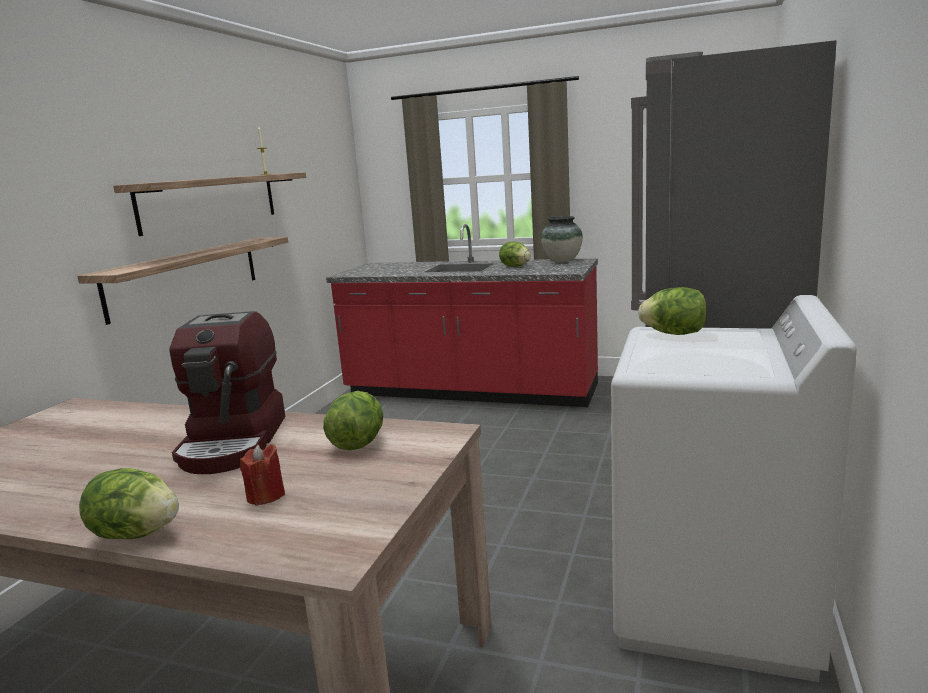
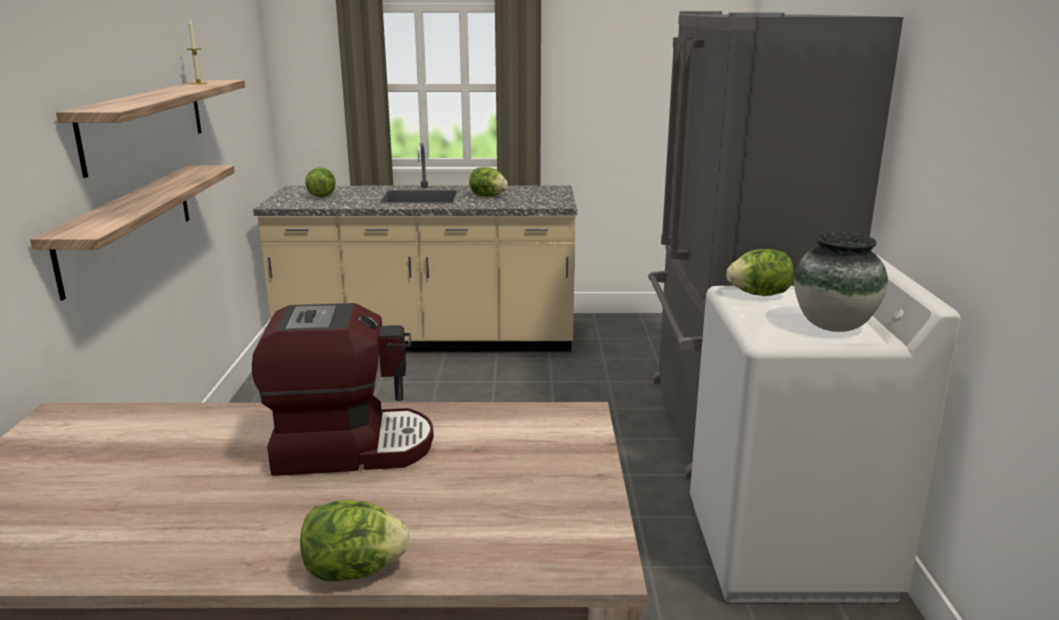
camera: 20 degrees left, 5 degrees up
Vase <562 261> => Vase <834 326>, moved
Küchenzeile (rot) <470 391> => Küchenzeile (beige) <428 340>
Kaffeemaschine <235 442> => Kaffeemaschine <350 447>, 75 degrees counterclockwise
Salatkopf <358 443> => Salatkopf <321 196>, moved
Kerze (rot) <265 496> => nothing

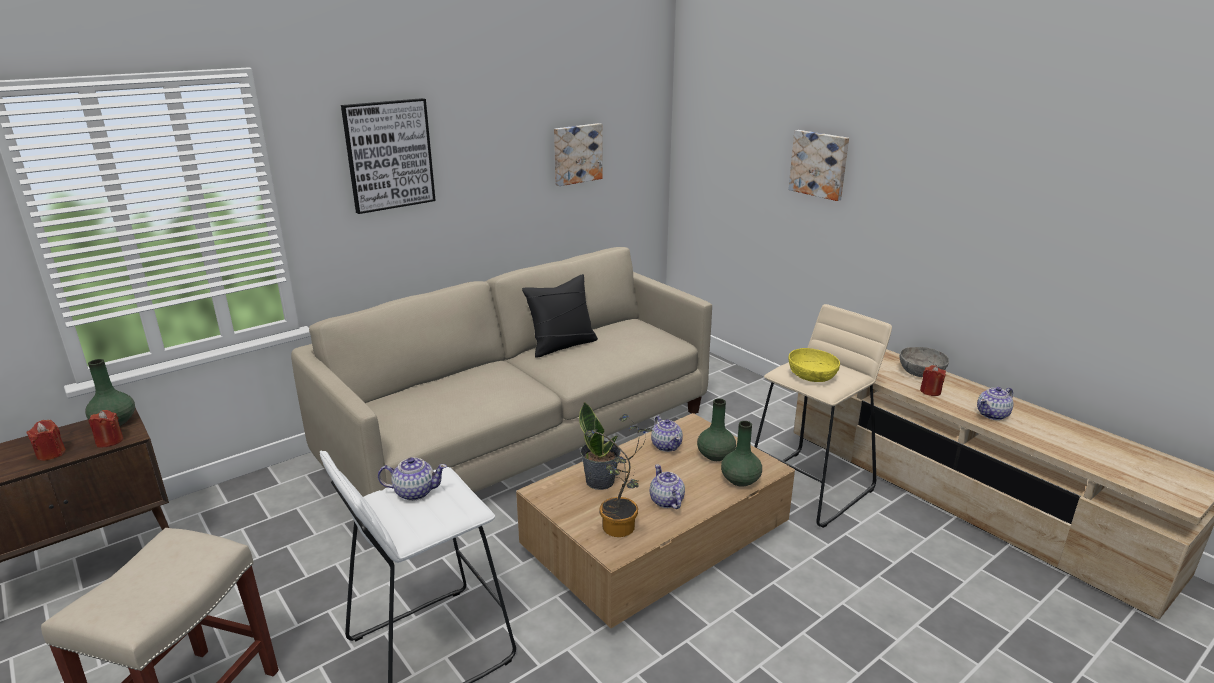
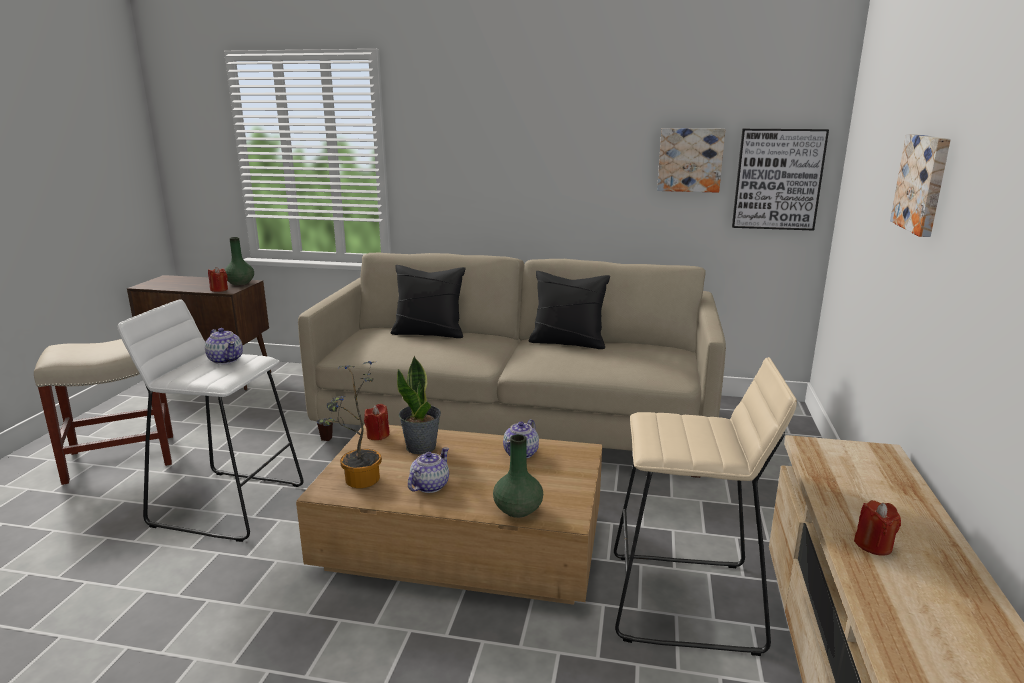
camera: 50 degrees right, 5 degrees down
Bild <389 155> => Bild <778 179>, moved
Schüssel (grau) <920 372> => nothing
Schüssel (gelb) <812 377> => nothing
Teekanne <993 415> => nothing
Vase (grün) <716 455> => nothing
Kerze (rot) <51 454> => Kerze (rot) <378 435>, moved
nothing => Kissen (schwarz) <429 333>

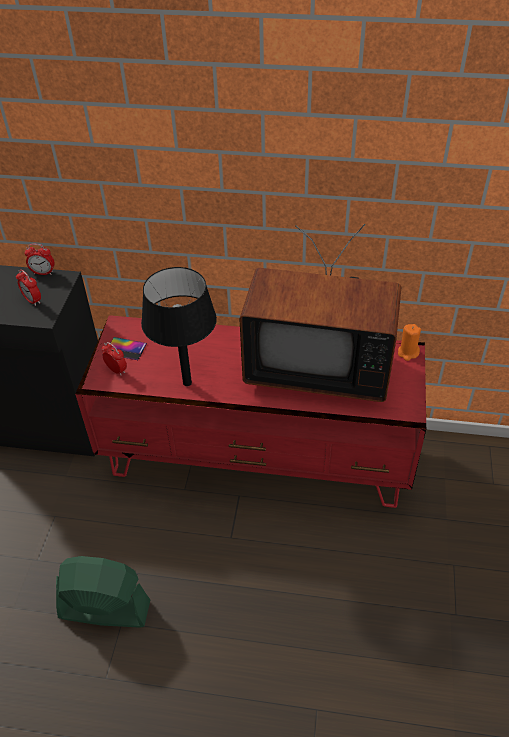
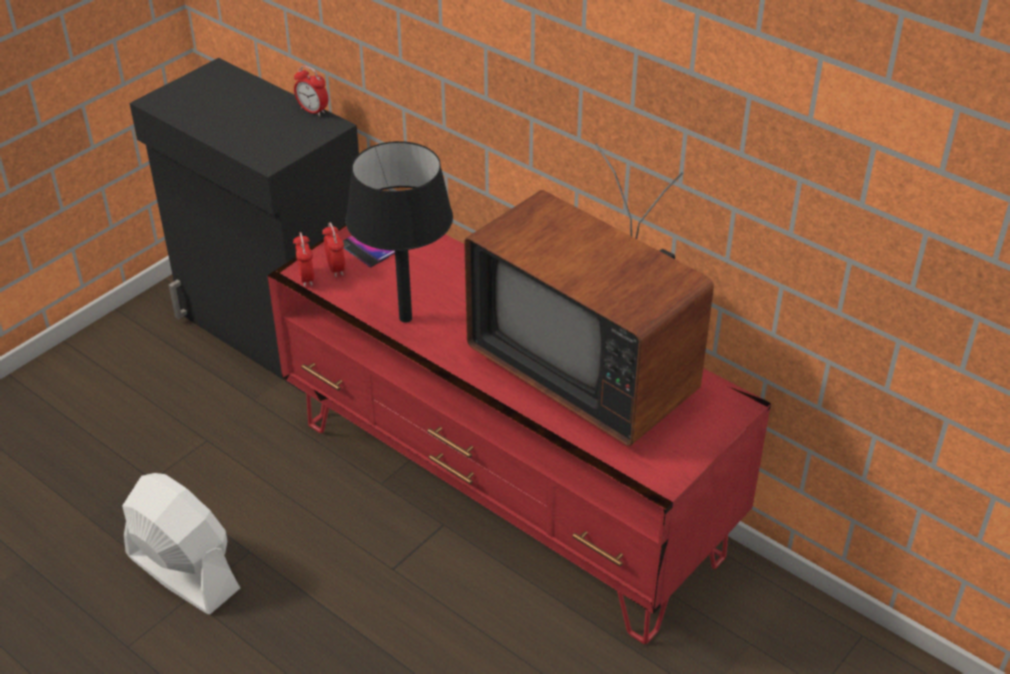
camera: 30 degrees right, 5 degrees down
Wecker <32 300> => Wecker <306 278>, moved
Kerze (orange) <408 353> => nothing
Ventilator (grün) <104 609> => Ventilator (weiß) <182 572>

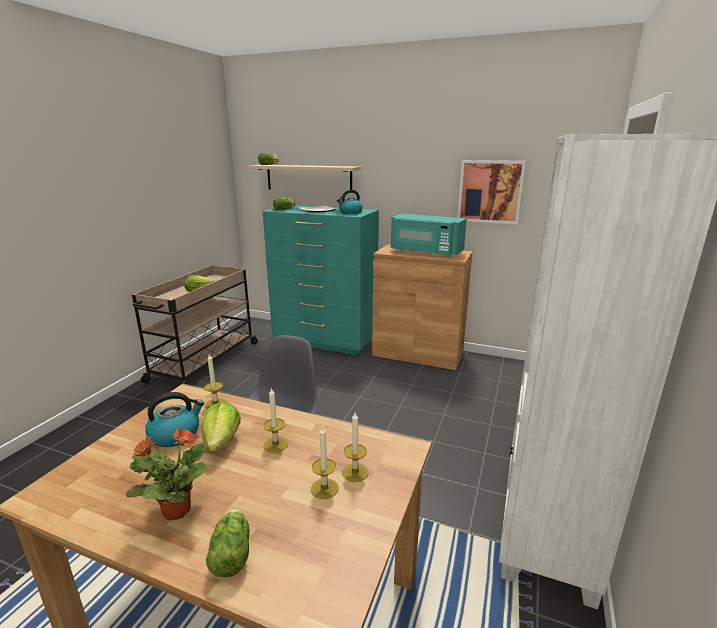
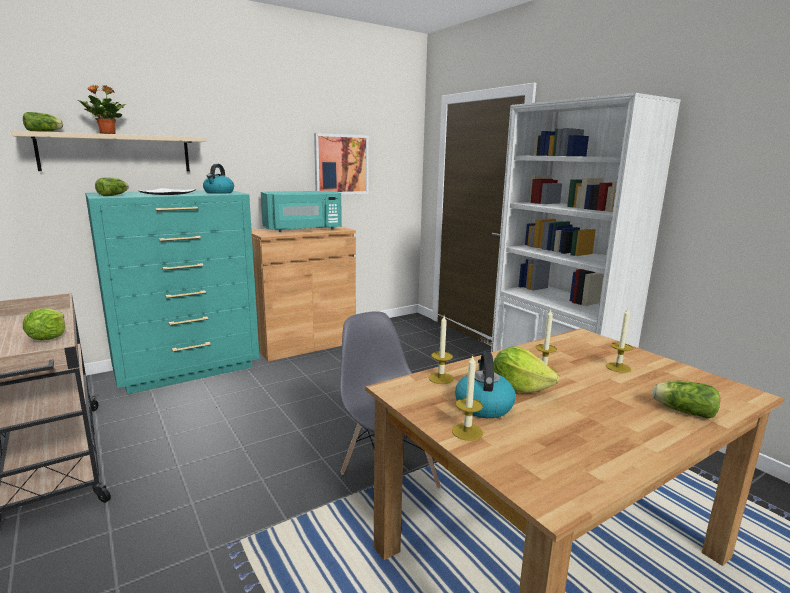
camera: 55 degrees left, 5 degrees down
Kerze <355 472> => Kerze <467 432>, moved
Topfpflanze <175 510> => Topfpflanze <107 133>, moved

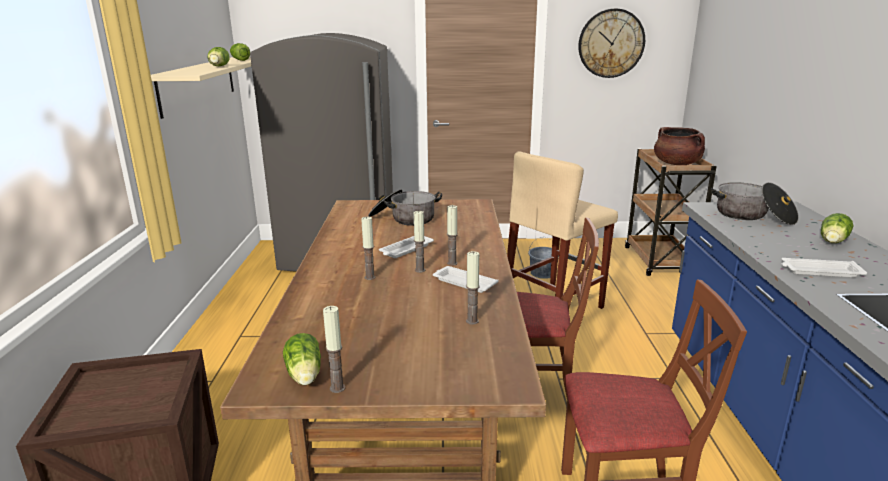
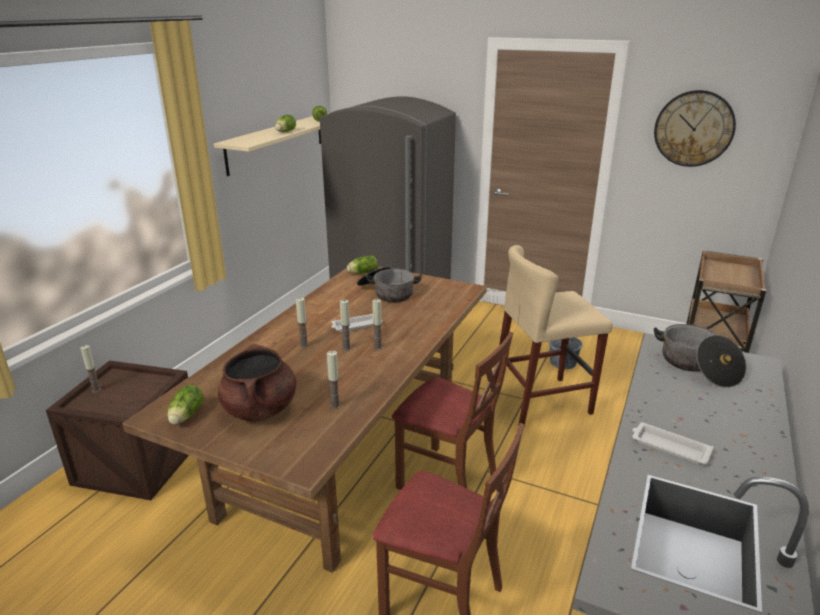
camera: 25 degrees right, 5 degrees up
Kochtopf (braun) <677 164> => Kochtopf (braun) <260 409>, moved
Salatkopf <832 241> => Salatkopf <362 273>, moved
Tablett (weiß) <463 282> => nothing
Kerze <337 388> => Kerze <96 390>, moved

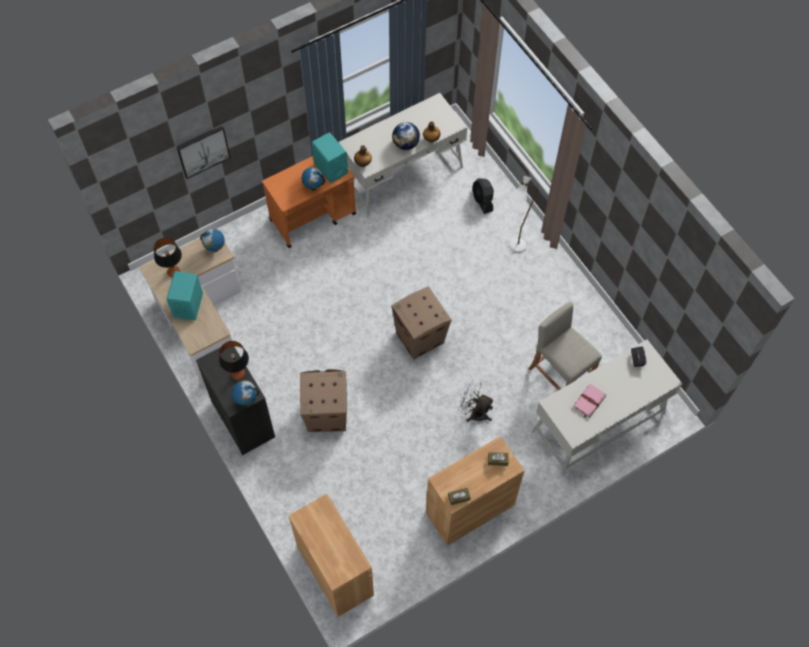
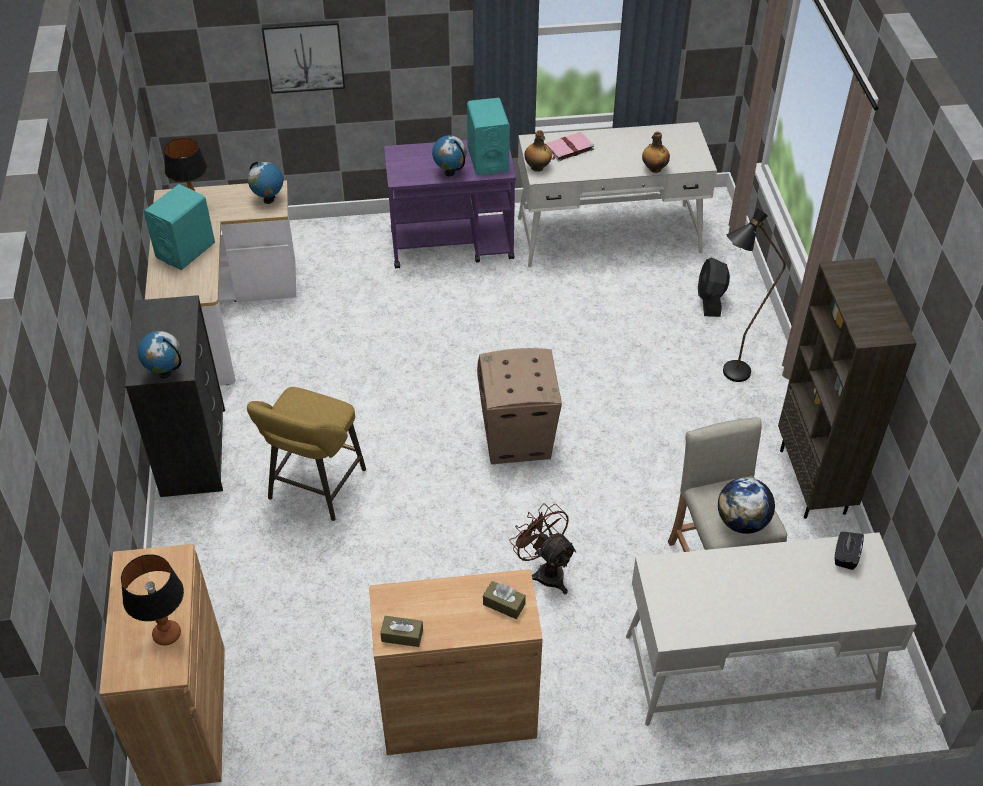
camera: 25 degrees right, 15 degrees down
Globus <405 144> => Globus <741 522>, moved
Rollwagen (orange) <313 216> => Rollwagen (lila) <452 244>
Stehlampe (weiß) <514 250> => Stehlampe (schwarz) <728 376>
Tischlampe <238 374> => Tischlampe <166 635>, moved
Karton <325 414> => Hocker (gelb) <314 488>
Ventilator (weiß) <474 412> => Ventilator (braun) <545 571>
Buch (rosa) <589 402> => Buch (rosa) <568 148>, moved
nothing => Bücherregal (braun) <814 482>

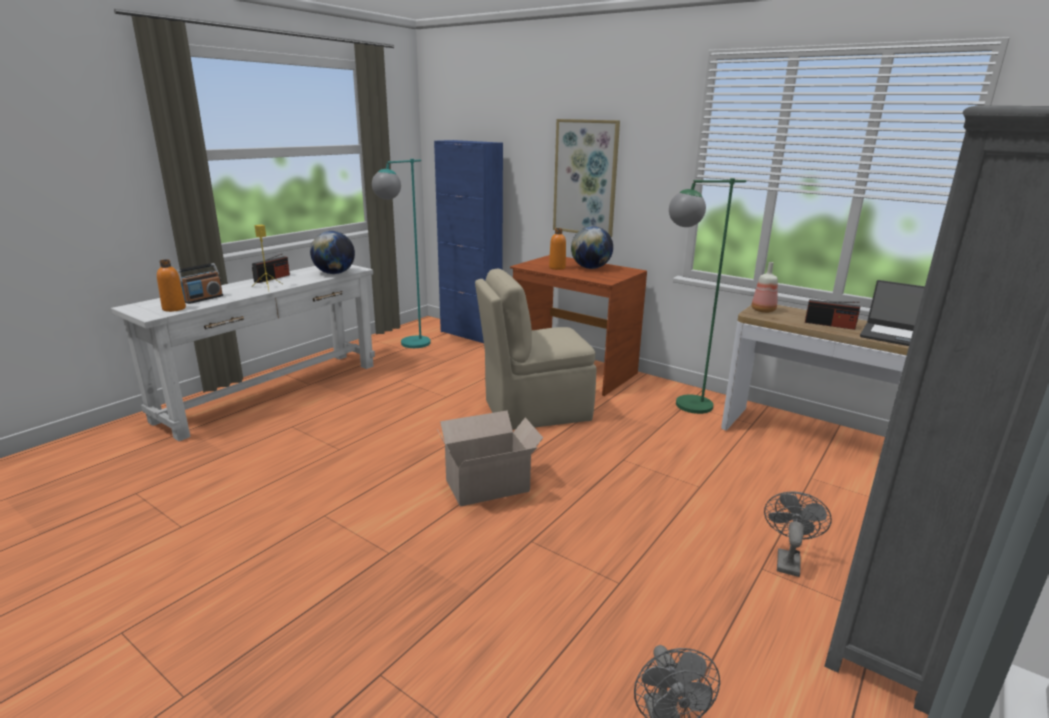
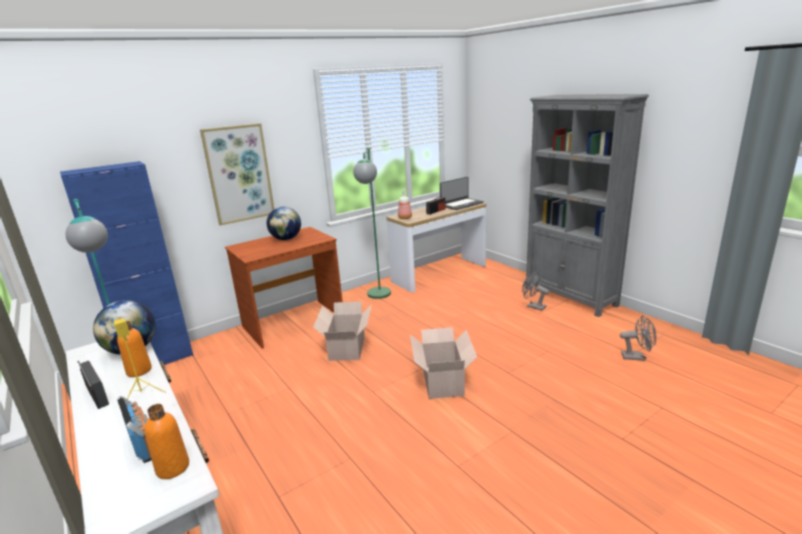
camera: 70 degrees left, 0 degrees up
Flasche (orange) <557 268> => Flasche (orange) <139 371>, moved
Stuhl (beige) <534 410> => Karton <346 348>

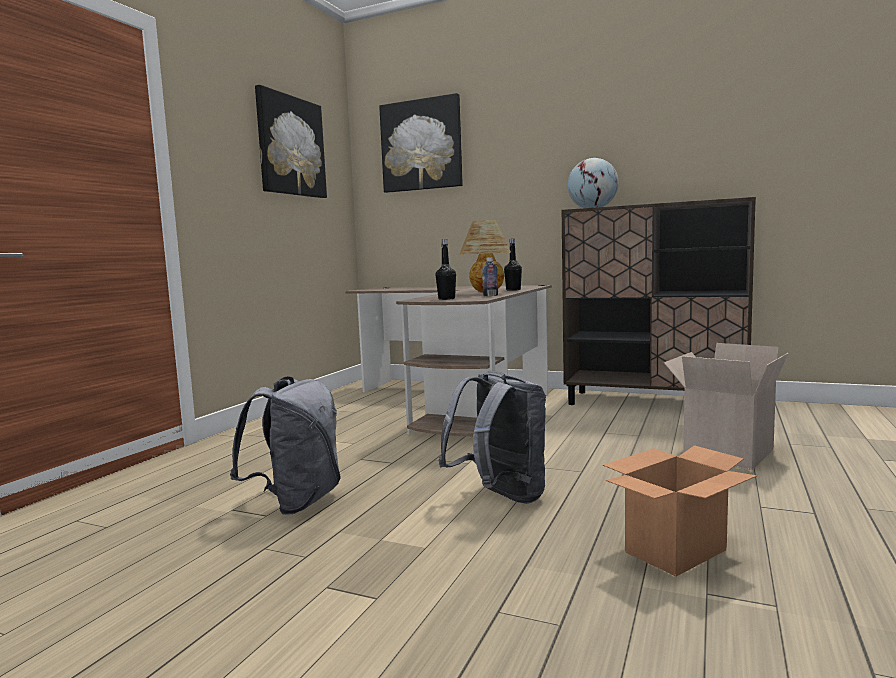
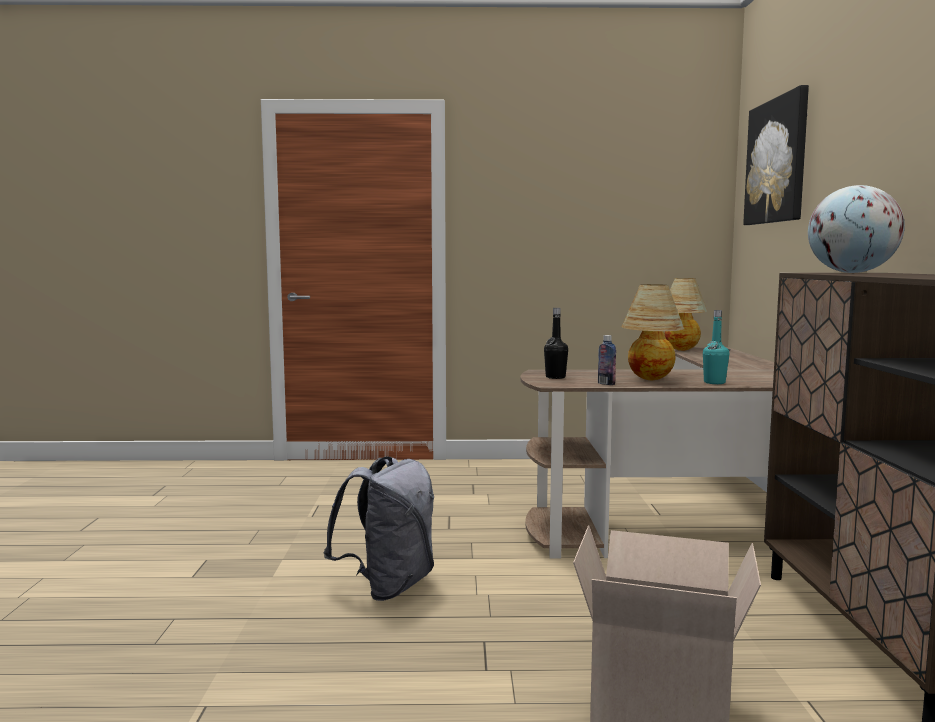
camera: 65 degrees right, 0 degrees up
Bild <290 146> => nothing
Flasche (schwarz) <513 290> => Flasche (türkis) <714 382>
Rucksack (grau) <297 502> => nothing
Karton <675 551> => nothing
nothing => Tischlampe <682 350>

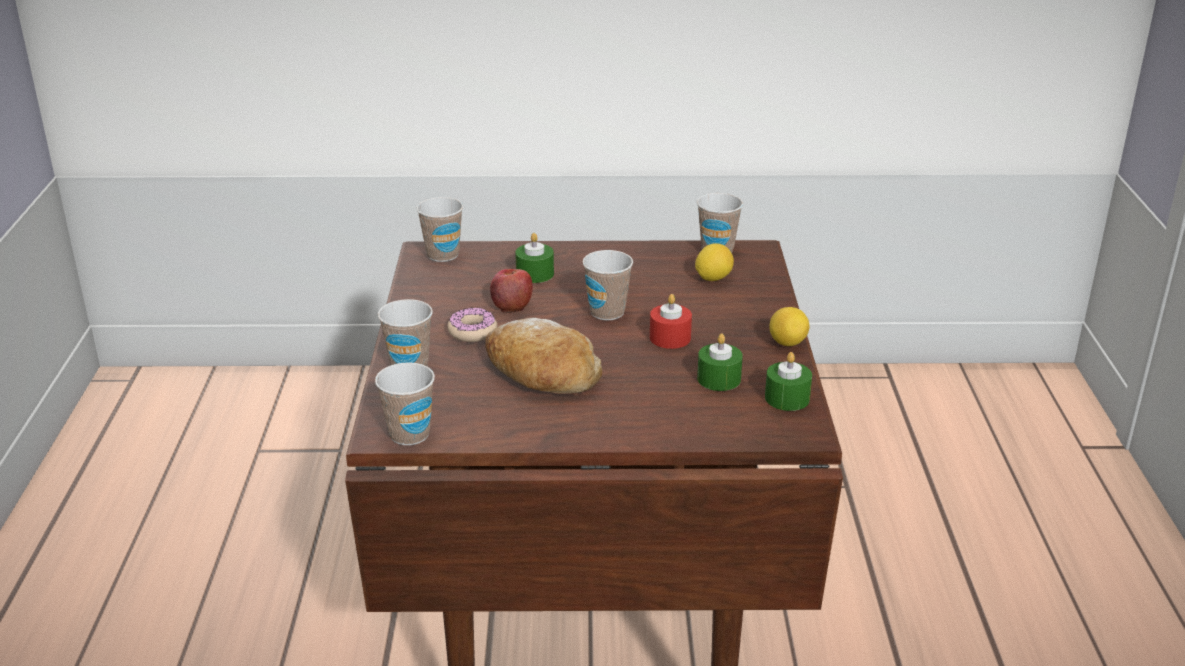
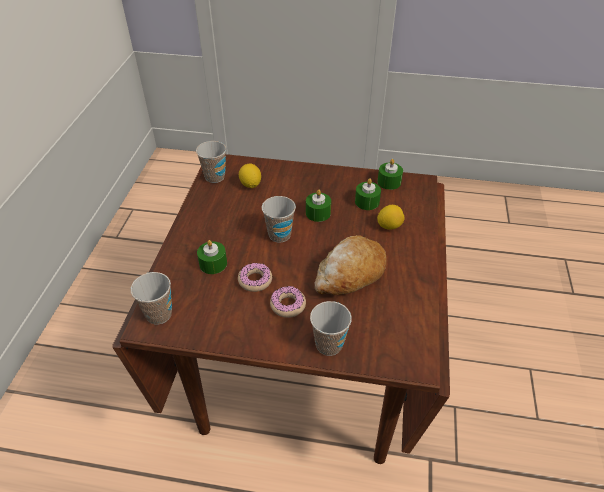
camera: 80 degrees left, 15 degrees up
Apfel <512 305> => Donut <255 280>
Kerze (rot) <670 338> => Kerze (grün) <318 213>
Zitrone <787 343> => Zitrone <389 226>, moved
Tasse <409 434> => nothing

